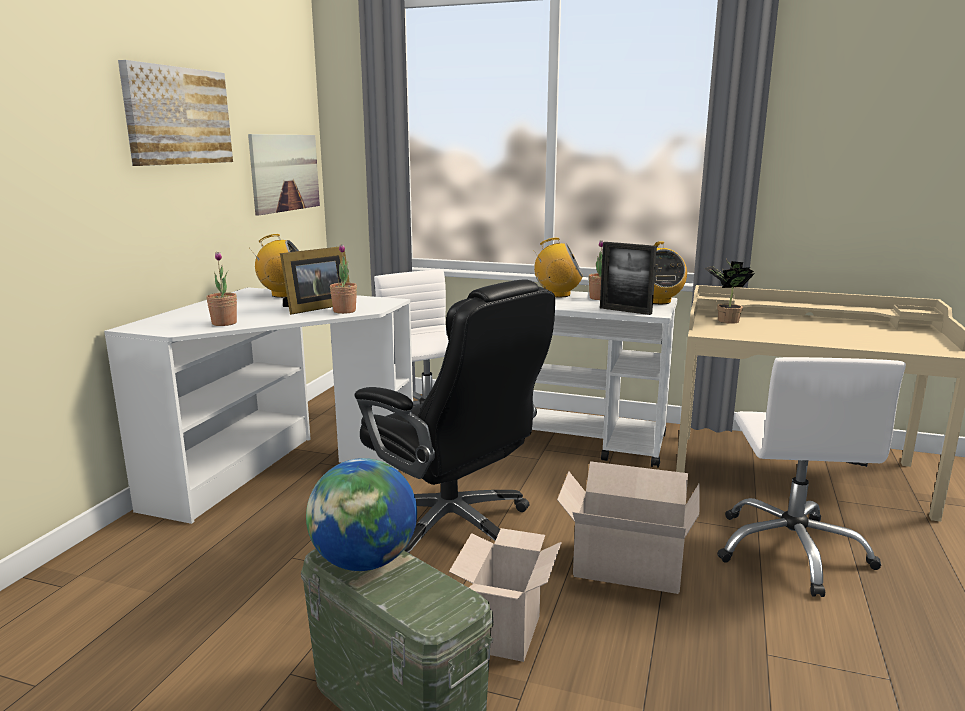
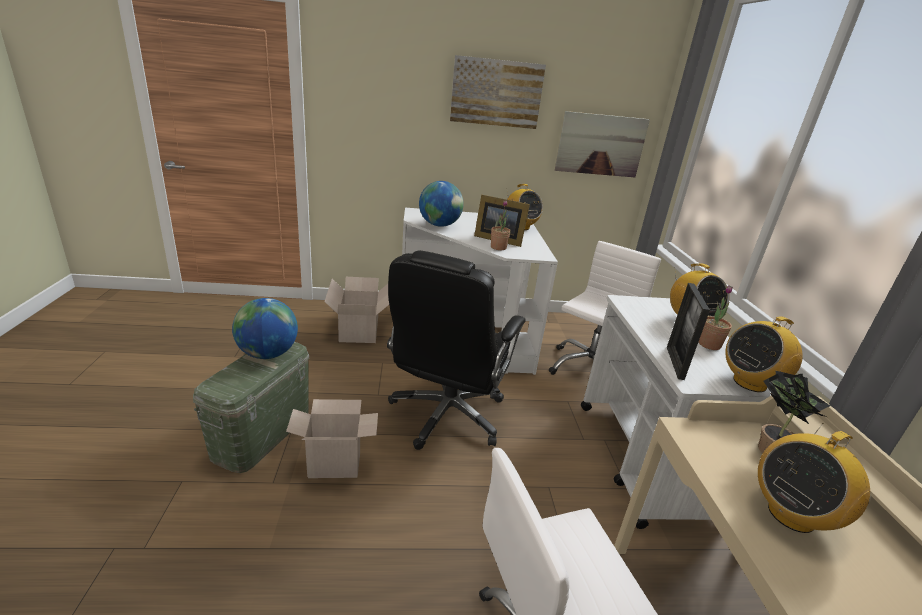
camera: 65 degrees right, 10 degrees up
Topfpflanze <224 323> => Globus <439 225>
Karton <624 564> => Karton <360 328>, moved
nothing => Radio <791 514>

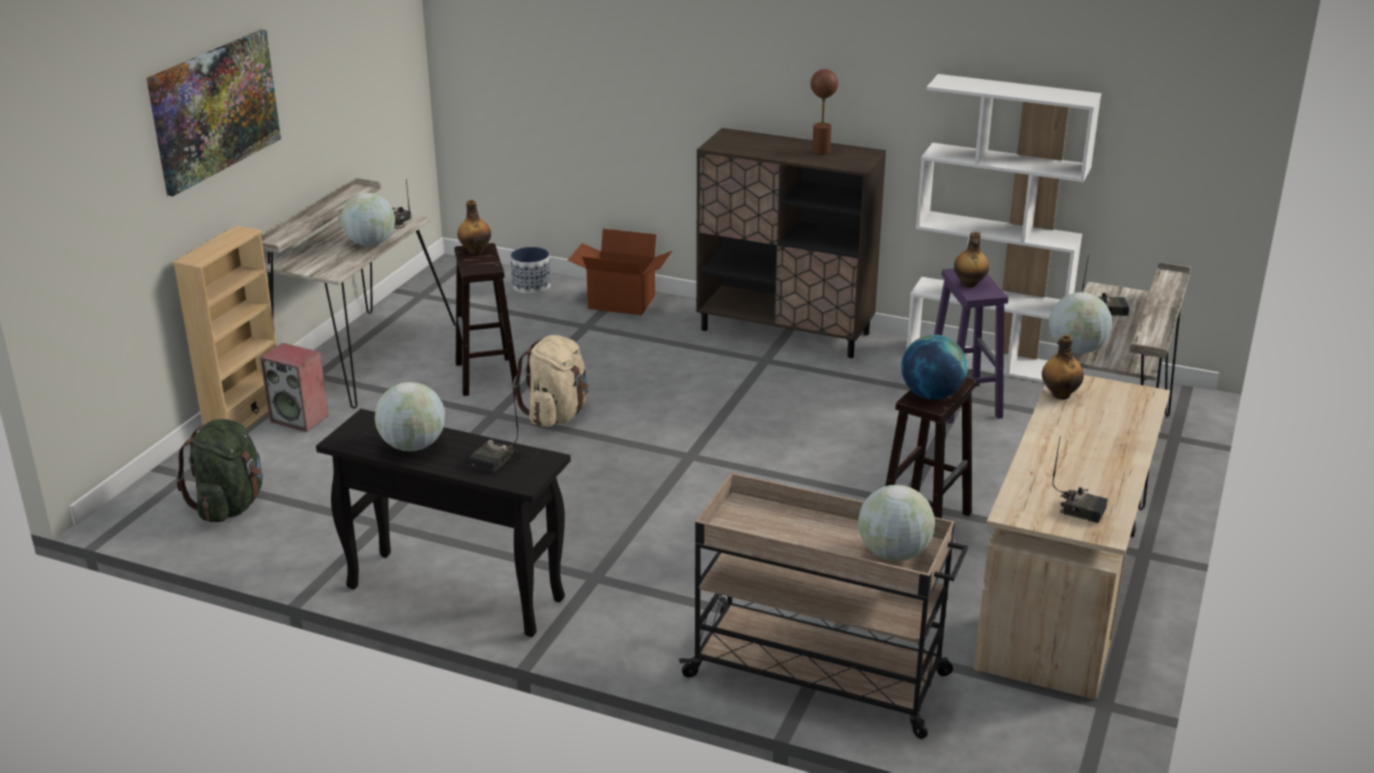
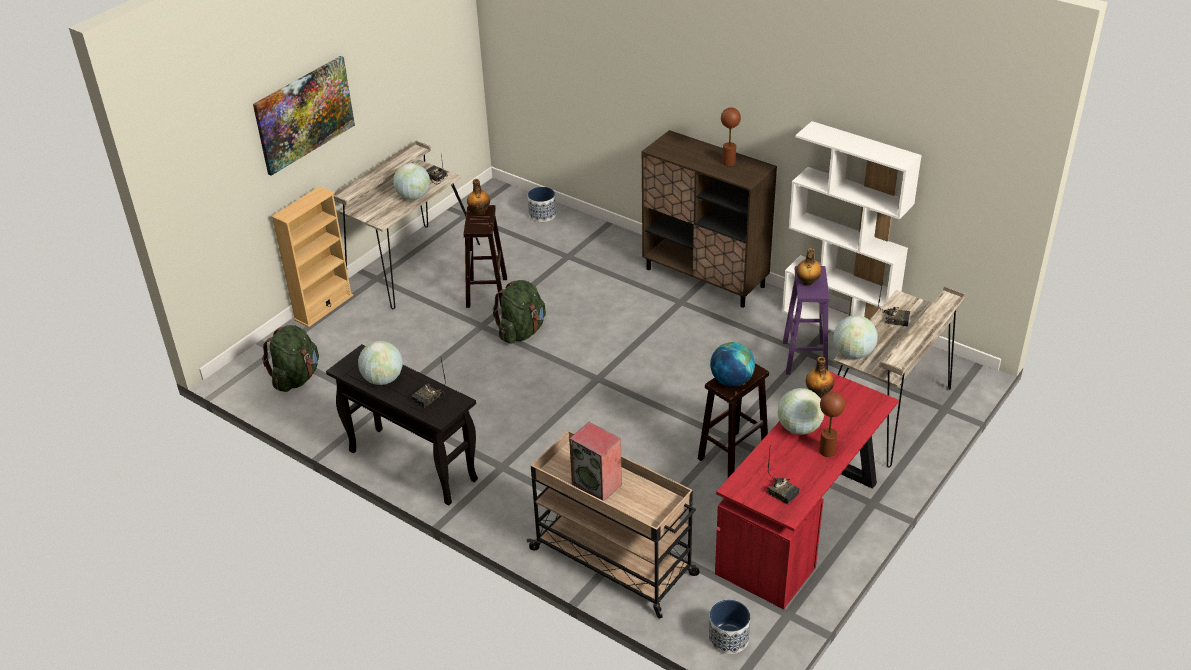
camera: 15 degrees right, 10 degrees up
Karton <621 303> => nothing
Rucksack (beige) <557 415> => Rucksack (grün) <522 332>
Lautsprecher <300 418> => Lautsprecher <597 484>, moved
Schreibtisch (beige) <1065 592> => Schreibtisch (rot) <803 525>
Globus <894 554> => Globus <799 428>, moved
nothing => Tischlampe (braun) <827 451>
nothing => Pflanzkübel <728 639>

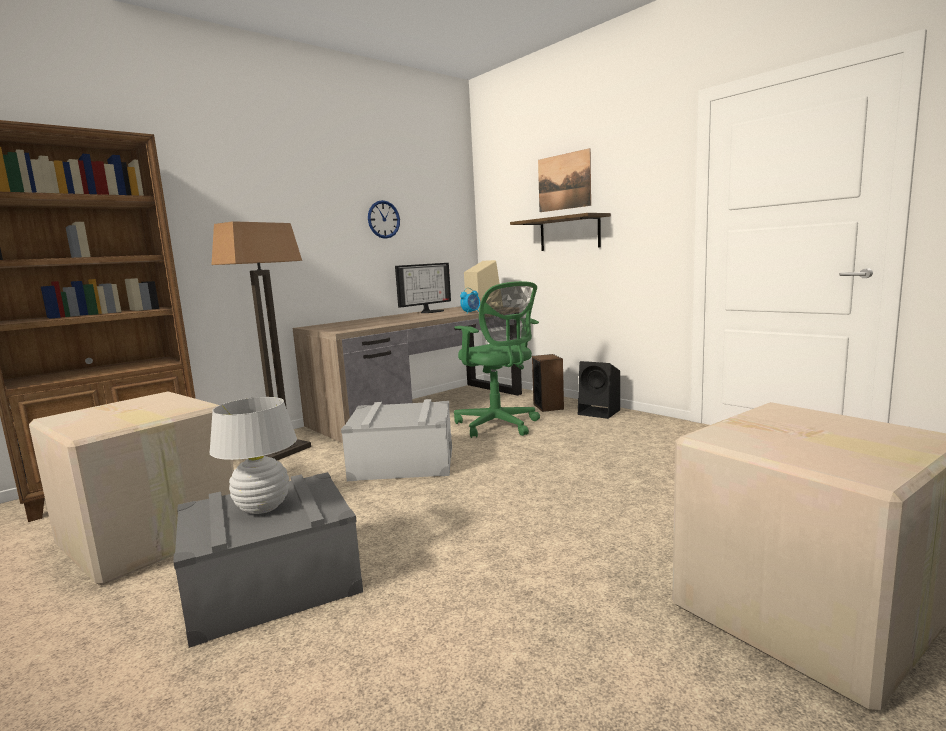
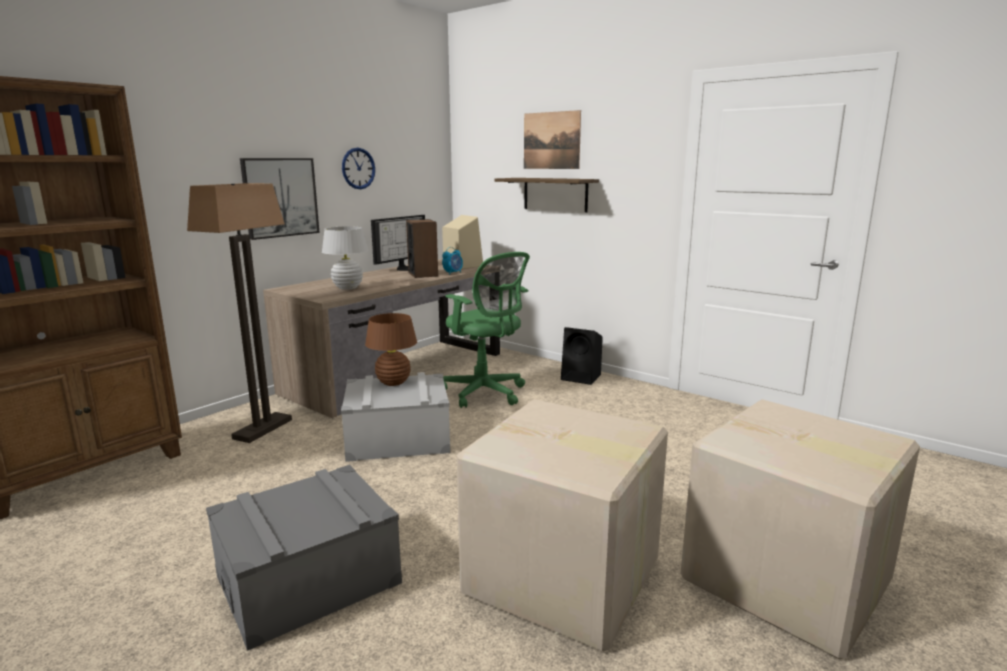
camera: 10 degrees left, 5 degrees up
Lautsprecher <548 406> => Lautsprecher <423 274>, moved
Karton <149 537> => Karton <563 578>, moved
Tischlampe (weiß) <263 507> => Tischlampe (weiß) <348 288>, moved
nothing => Bild <280 197>
nothing => Tischlampe (braun) <393 383>

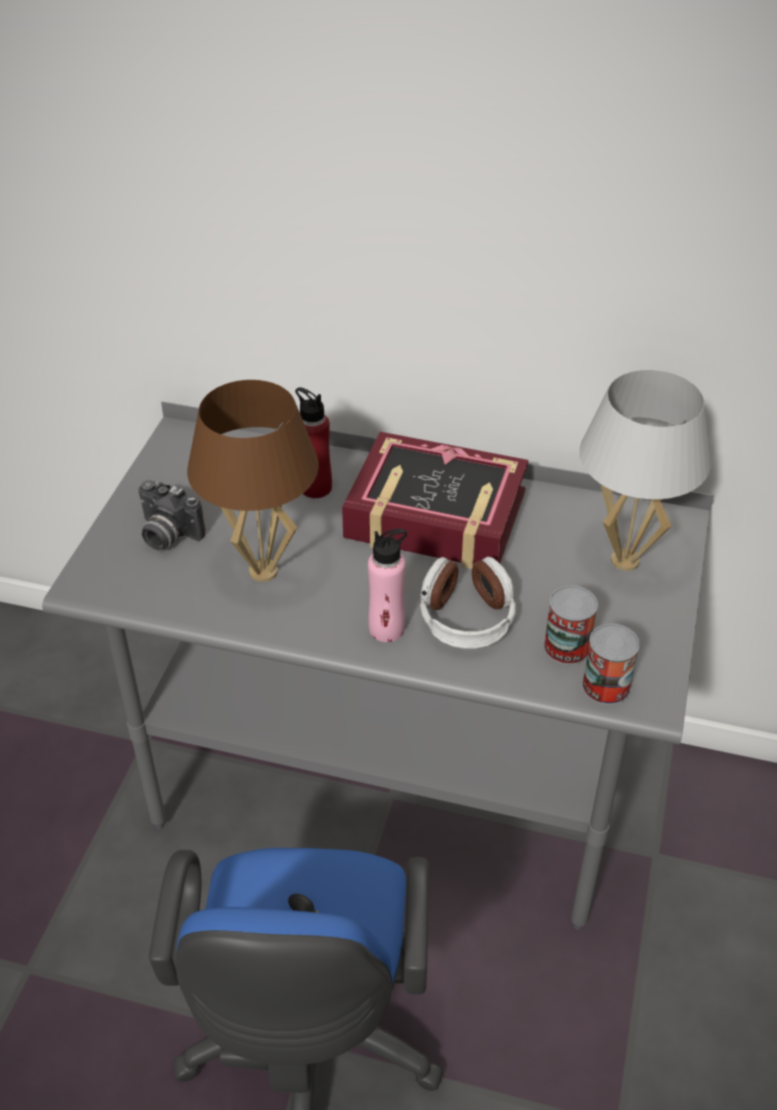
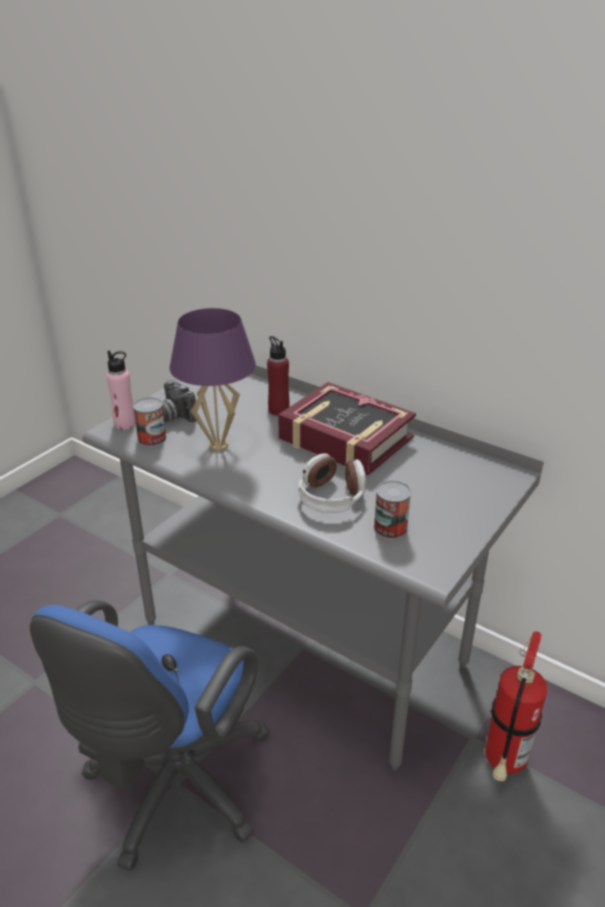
camera: 20 degrees right, 10 degrees down
Tischlampe (weiß) <624 561> => nothing
Tischlampe (braun) <263 571> => Tischlampe (lila) <219 445>
Flasche (rosa) <387 629> => Flasche (rosa) <125 424>, moved
Dose <606 686> => Dose <152 438>, moved
nothing => Feuerlöscher <503 764>

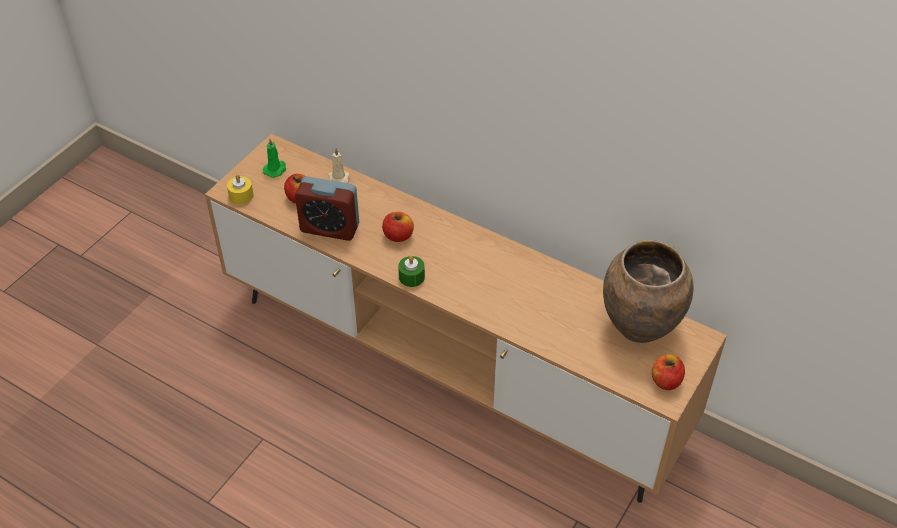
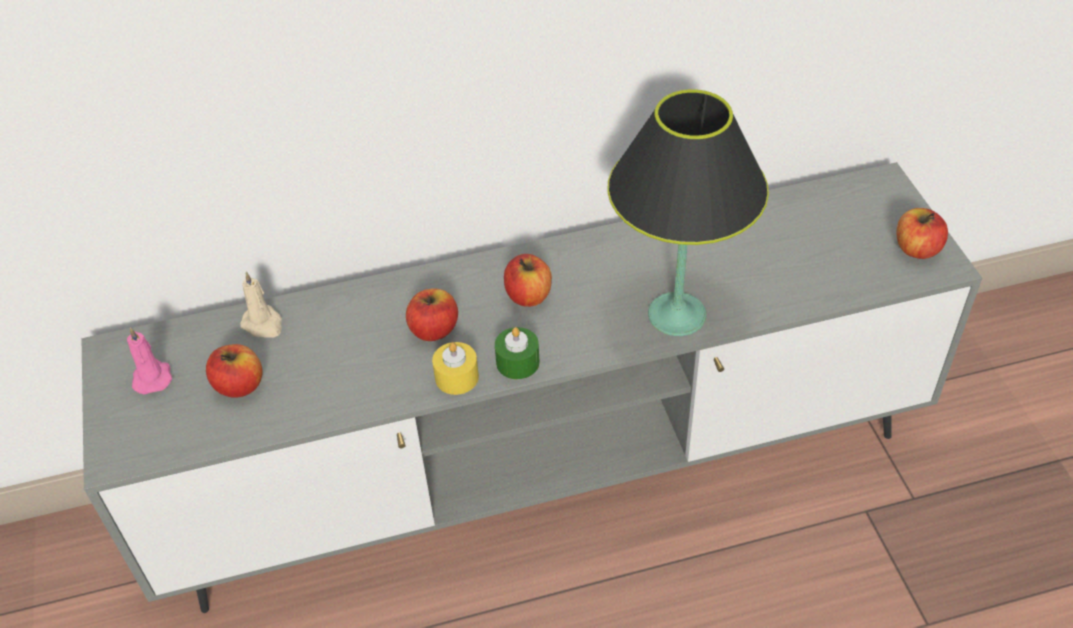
camera: 45 degrees left, 0 degrees up
Fernsehschrank (braun) <449 368> => Fernsehschrank (grau) <543 475>
Kerze (grün) <275 169> => Kerze (rosa) <152 377>
Kerze (gelb) <241 196> => Kerze (gelb) <456 377>, moved
Wecker <330 228> => nothing
Vase (braun) <640 326> => nothing
nothing => Tischlampe (schwarz) <677 314>
nothing => Apfel <528 295>

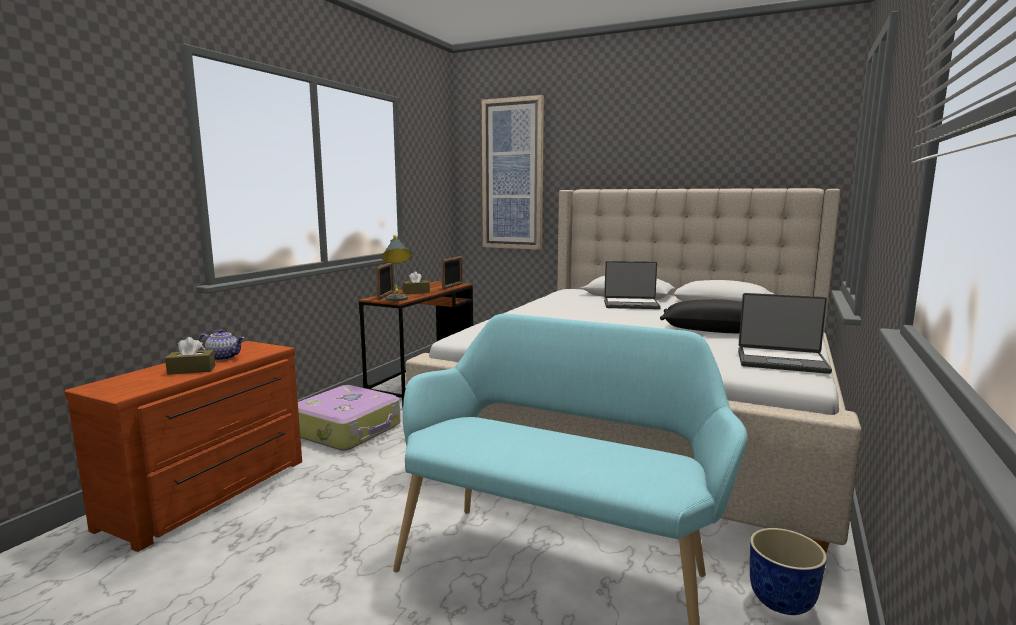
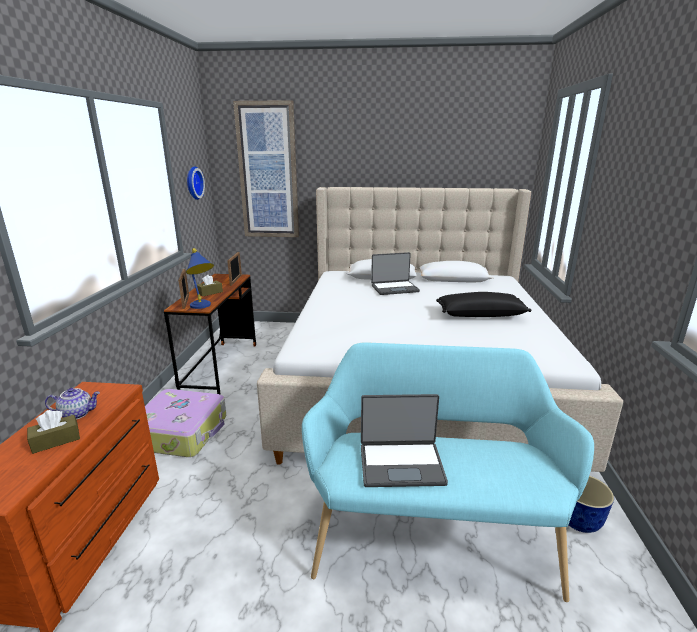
camera: 20 degrees left, 10 degrees up
Tischlampe (grau) <397 300> => Tischlampe (blau) <202 307>
Laptop <781 361> => Laptop <401 464>, moved
nothing => Wanduhr <193 183>

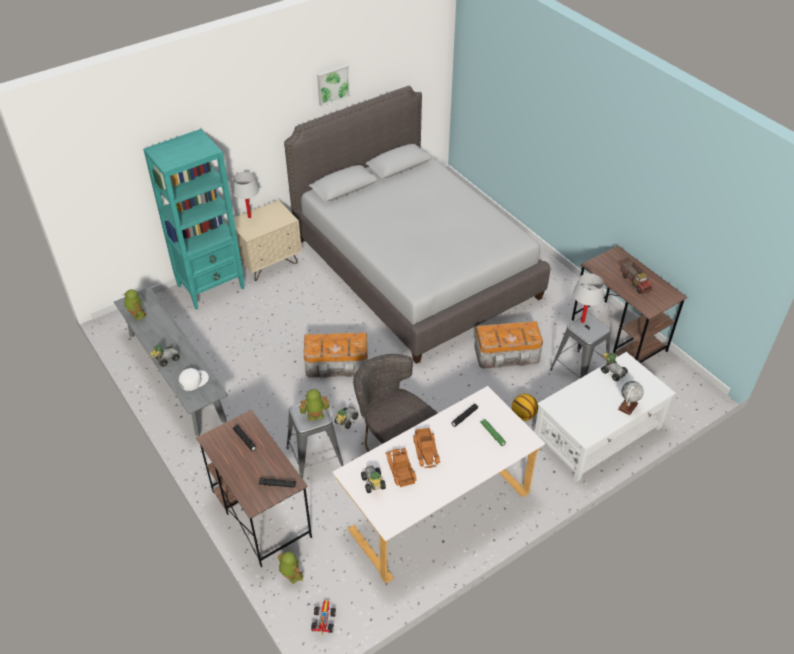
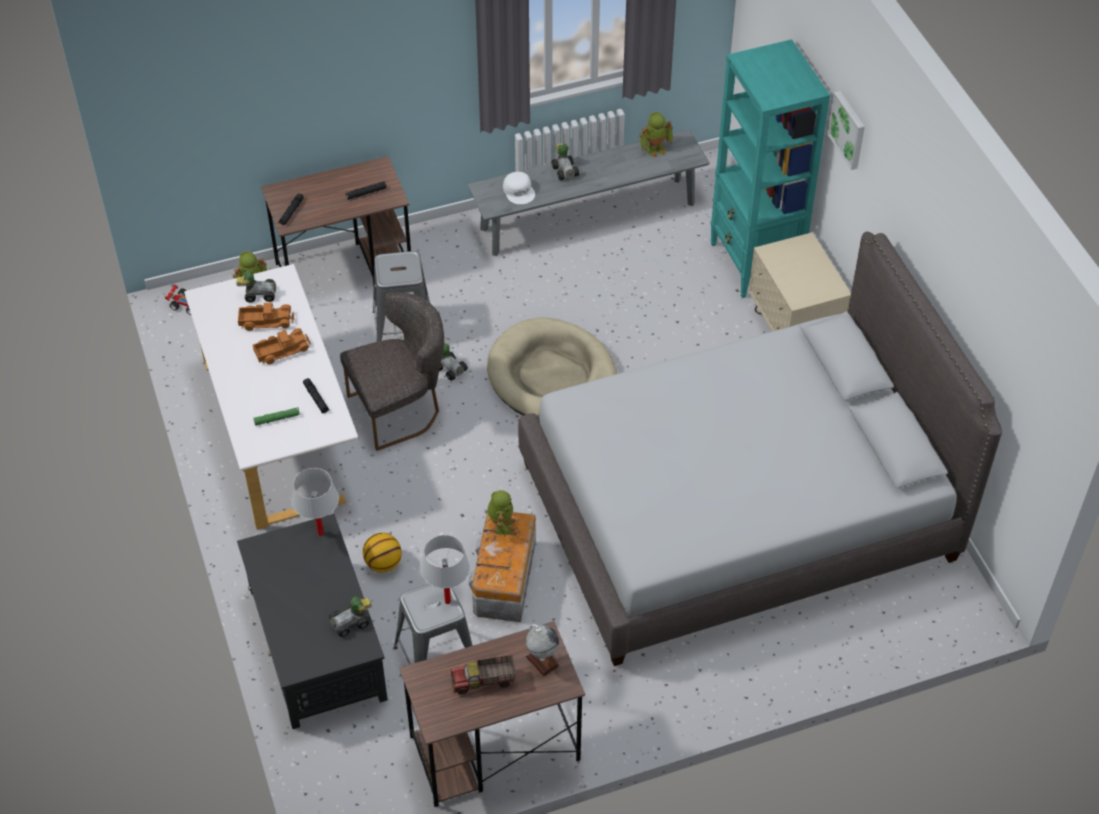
camera: 105 degrees right, 5 degrees up
Bild <332 84> => Bild <848 129>, moved
Tischlampe (weiß) <249 217> => Tischlampe (weiß) <320 533>, moved
Aufbewahrungsbox <338 365> => Hundebett (beige) <552 377>
Couchtisch (weiß) <598 432> => Couchtisch (schwarz) <317 644>
Globus <628 406> => Globus <542 661>, moved
Spielzeugroboter <315 416> => Spielzeugroboter <501 525>, moved
Spielzeuglaster <426 451> => Spielzeuglaster <282 350>, 150 degrees clockwise

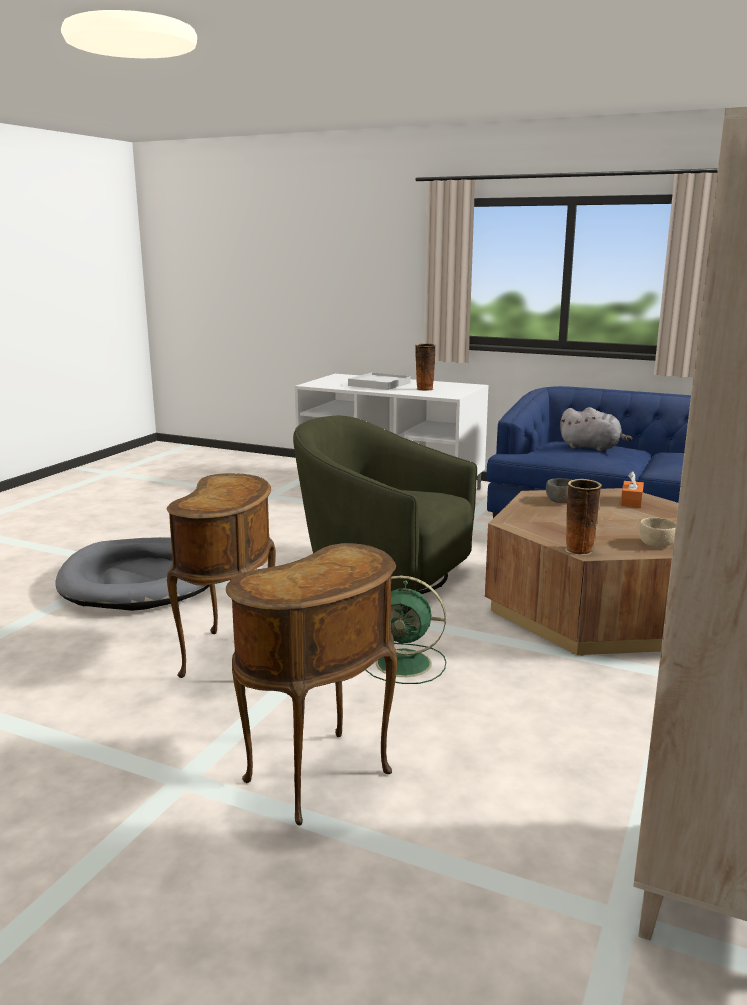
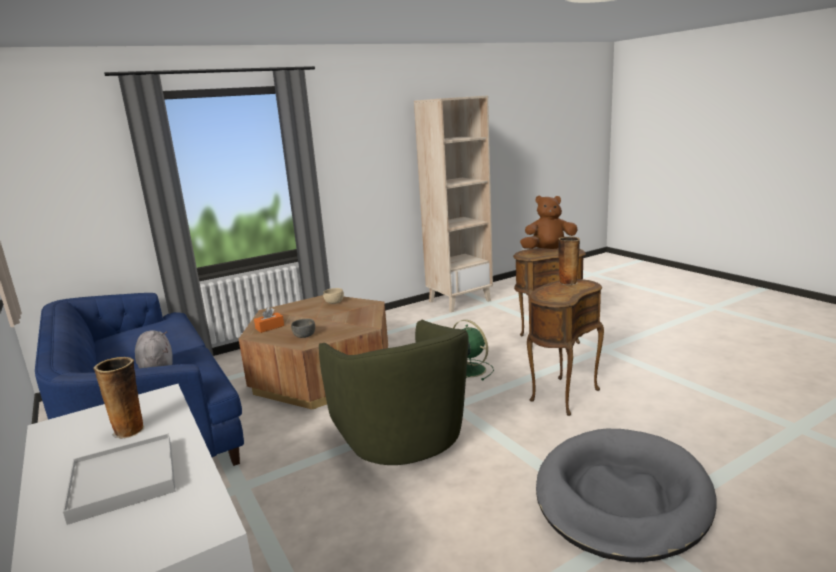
camera: 145 degrees left, 0 degrees up
Vase <579 550> => Vase <568 282>, moved
nothing => Plüschtier (braun) <549 252>

